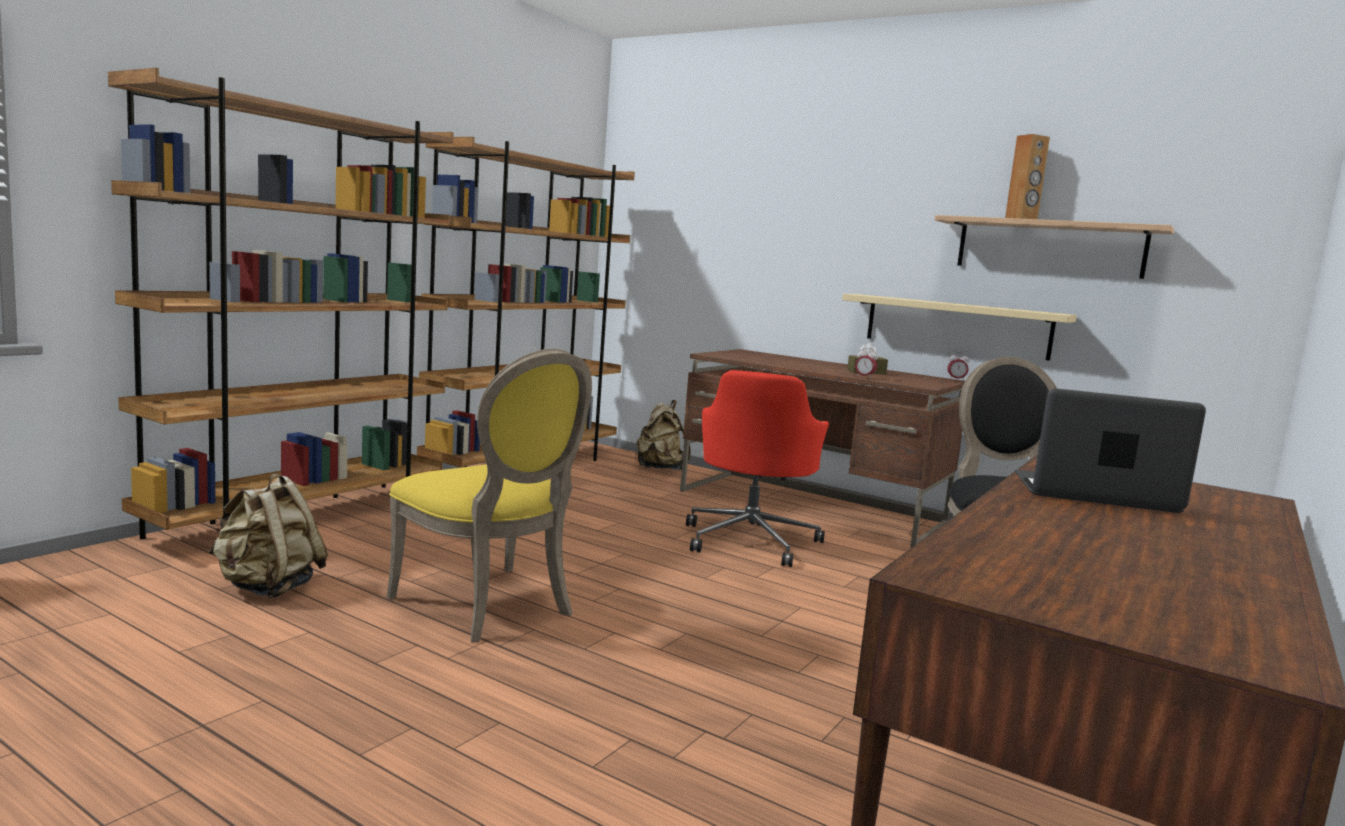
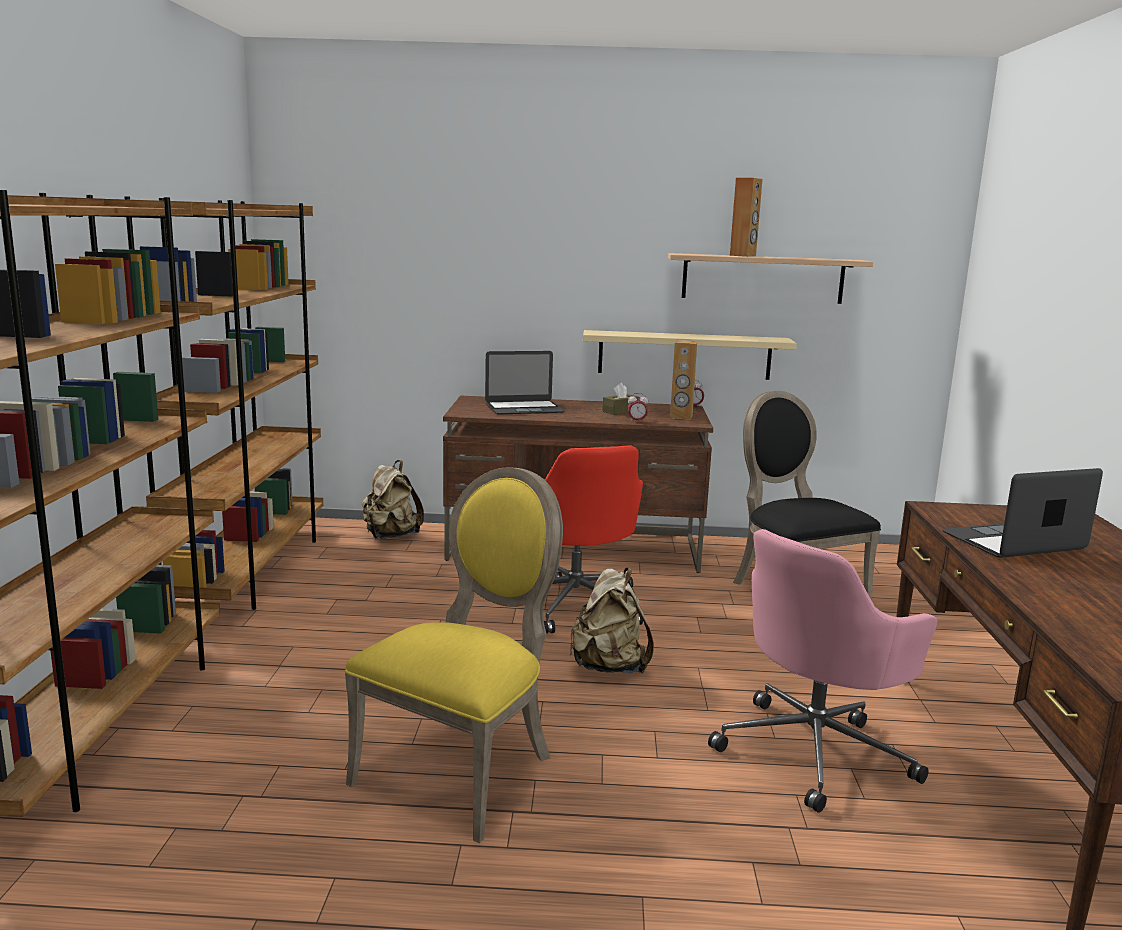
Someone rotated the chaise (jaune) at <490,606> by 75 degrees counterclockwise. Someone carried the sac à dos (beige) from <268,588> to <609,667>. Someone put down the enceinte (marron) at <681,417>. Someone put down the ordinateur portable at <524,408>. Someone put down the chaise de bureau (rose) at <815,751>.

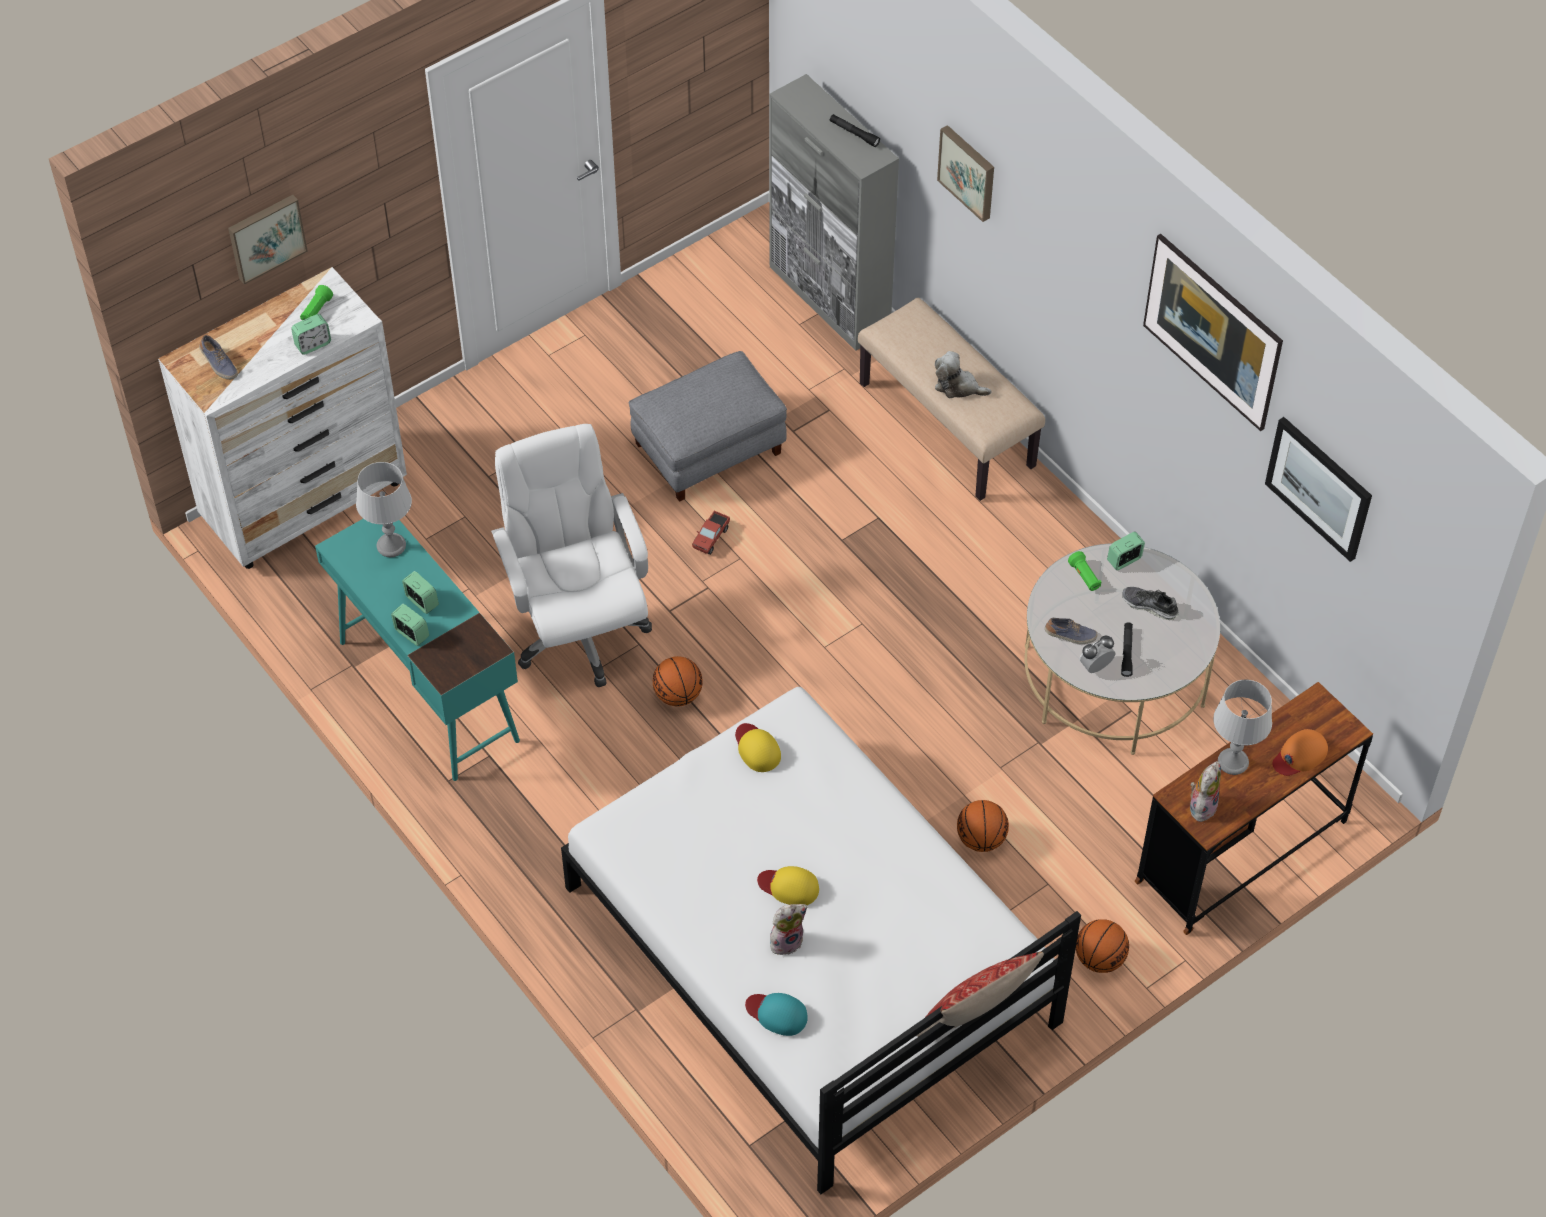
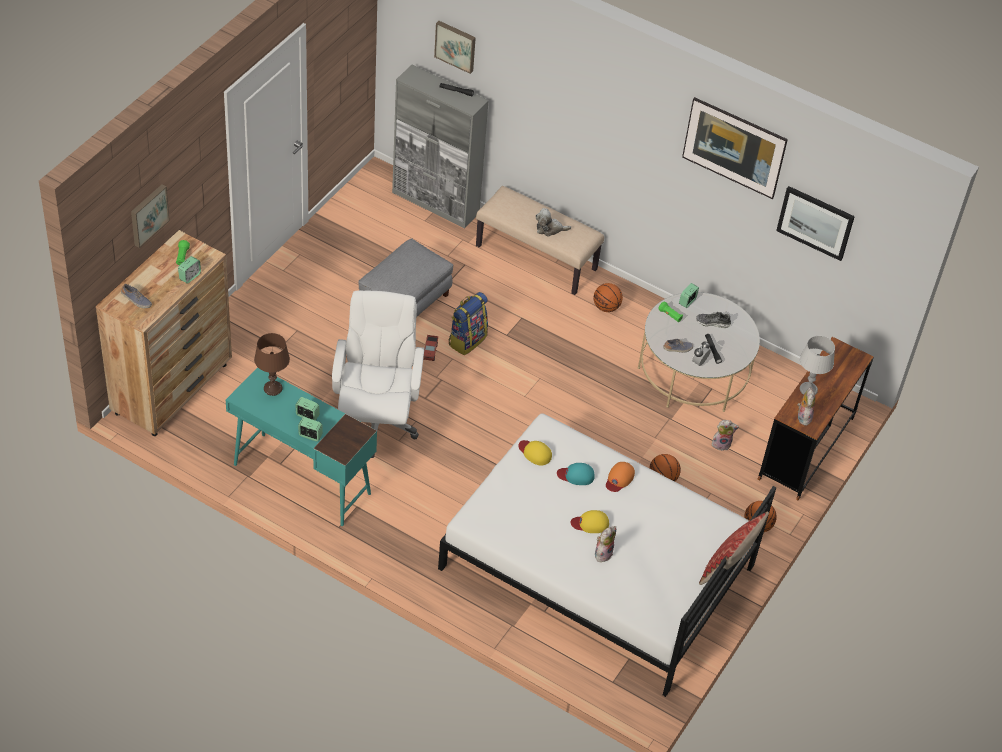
Someone carried the tableau from <968,171> to <456,45>. Someone repainted the commode (blanc) at <306,501>, which became the commode (marron) at <173,388>. Someone rotated the chaise de bureau (blanc) at <578,629> by 45 degrees clockwise. Someone repainted the lampe de table (gris) at <391,546>, which became the lampe de table (marron) at <273,389>. Someone carried the ballon de basket from <678,695> to <606,307>. Someone carried the casquette (orange) from <1299,755> to <619,478>. Someone carried the casquette (turquoise) from <777,1014> to <576,475>. Someone put down the sac à dos at <467,340>. Someone put down the peluche at <721,444>.

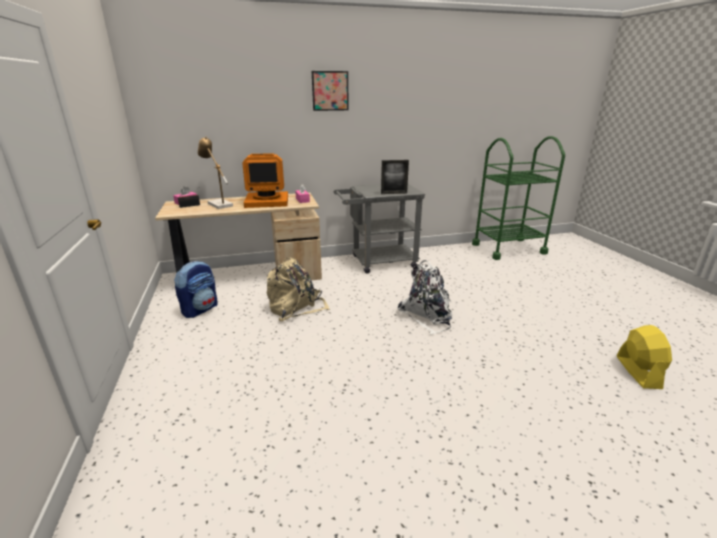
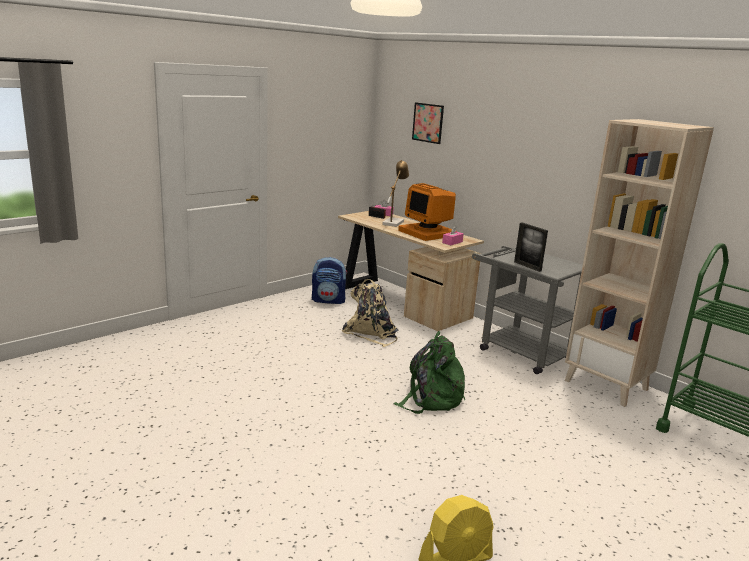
Someone carried the tableau from <330,91> to <428,123>. Someone repainted the sac à dos (blanc) at <427,316>, which became the sac à dos (vert) at <431,398>. Someone put down the bibliothèque (beige) at <607,385>.

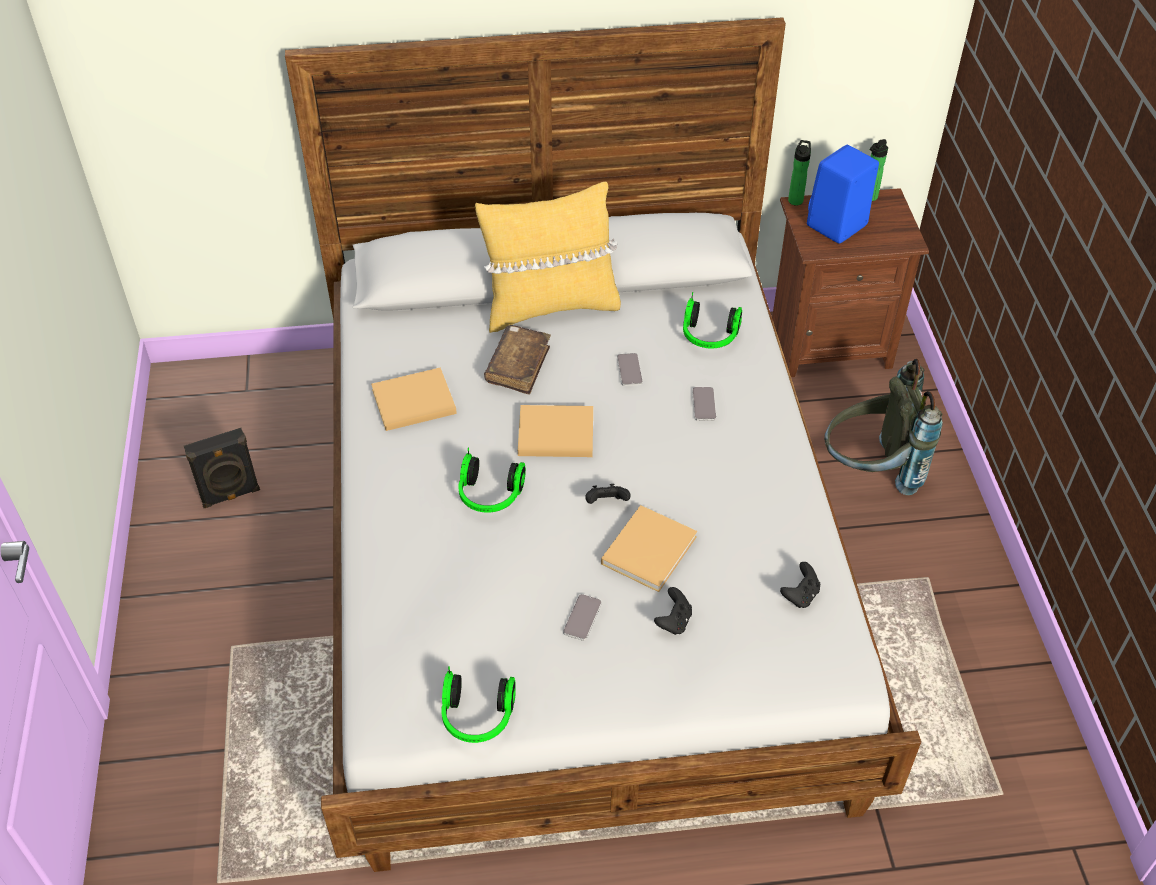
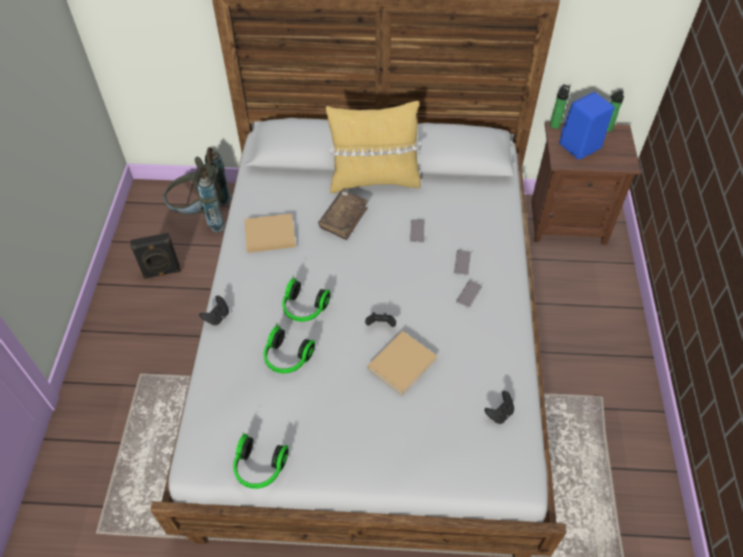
Someone carried the casque audio from <709,337> to <287,358>. Someone carried the sac à dos (gris) from <870,472> to <202,216>. Someone took away the livre (beige) at <553,433>. Someone carried the manette (noir) from <673,621> to <217,317>. Someone carried the téléphone from <582,618> to <469,294>.

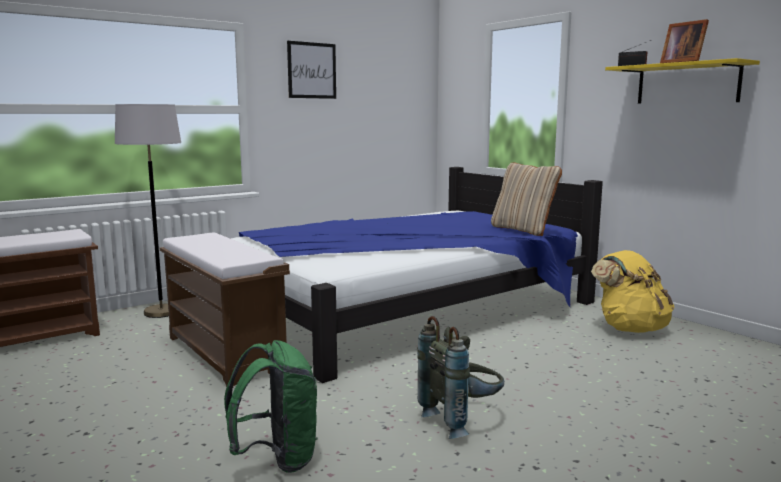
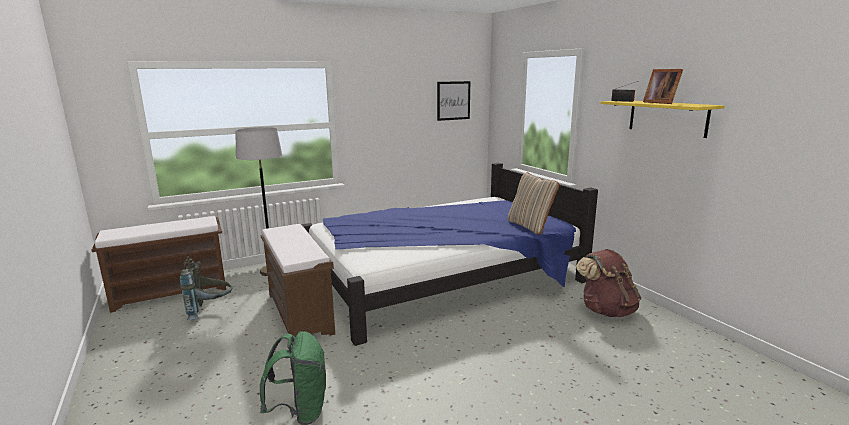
Someone carried the tableau from <312,70> to <453,100>. Someone repainted the sac à dos (jaune) at <630,328>, which became the sac à dos (marron) at <606,310>. Someone carried the sac à dos (gris) from <462,420> to <210,311>.

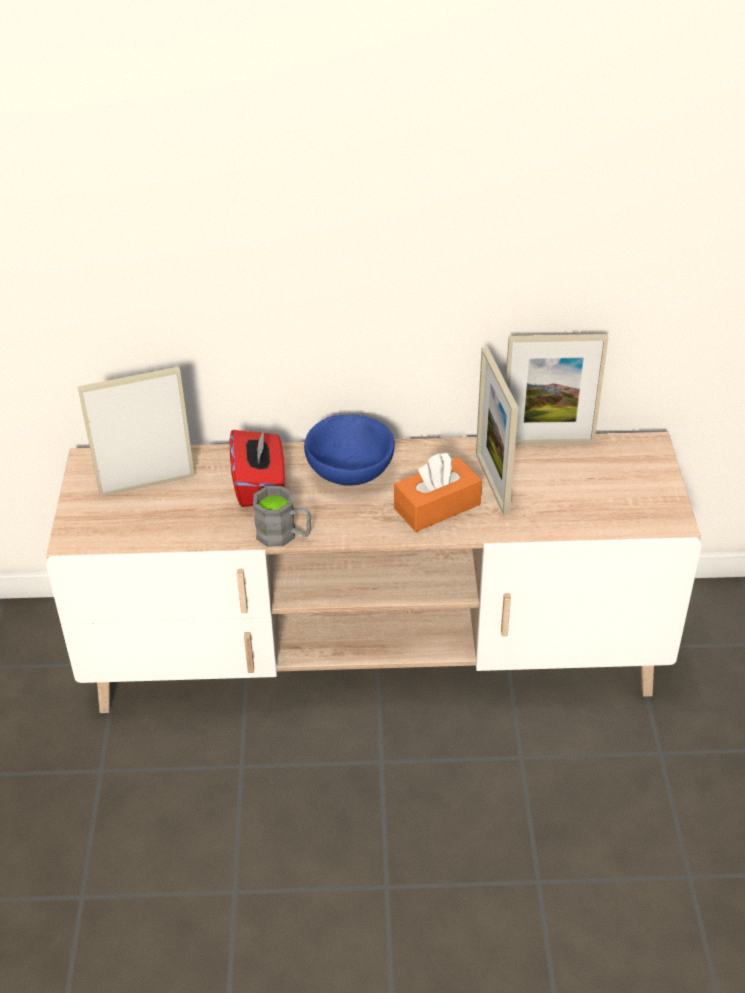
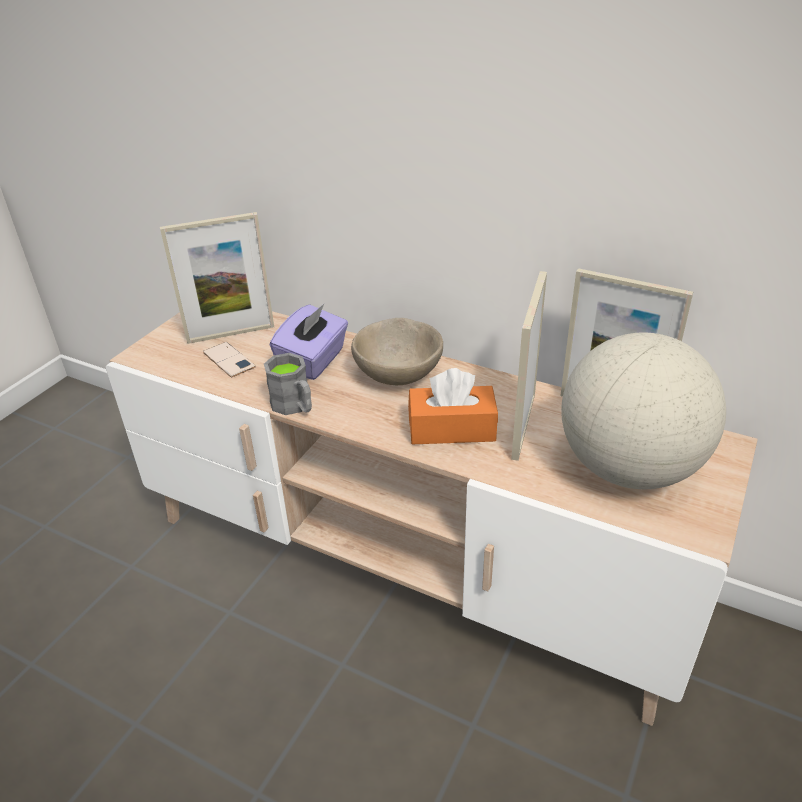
Someone rotated the cadre photo at <147,484> by 150 degrees clockwise. Someone repainted the bol (bleu) at <350,472>, which became the bol (beige) at <399,375>. Someone repainted the boîte à mouchoirs (rouge) at <259,485>, which became the boîte à mouchoirs (violet) at <314,361>. Someone put down the globe at <629,468>. Someone put down the téléphone at <229,360>.

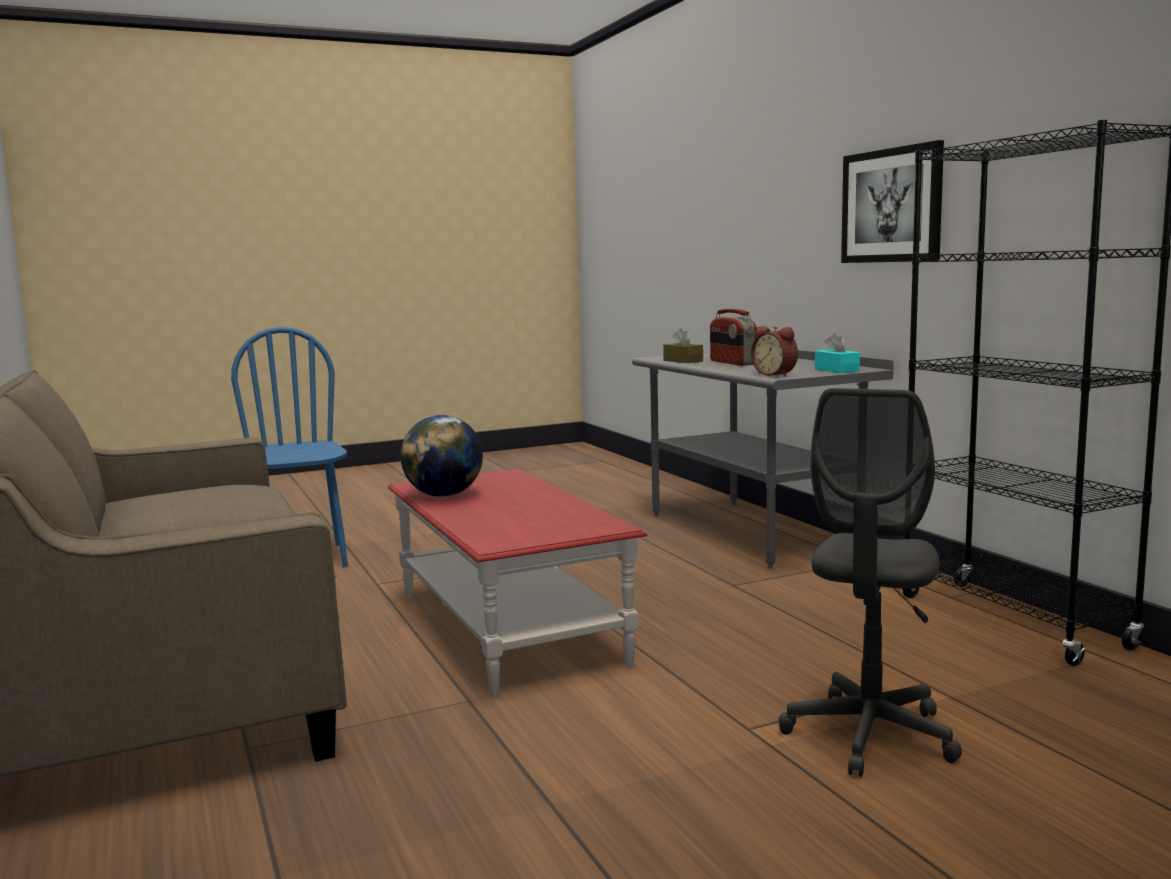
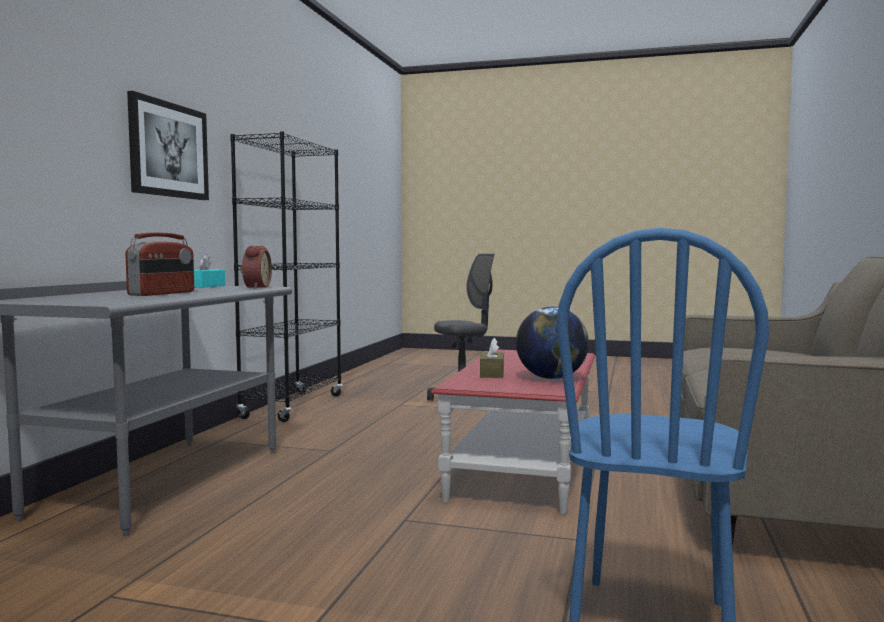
Someone carried the boîte à mouchoirs (marron) from <683,361> to <492,373>.

